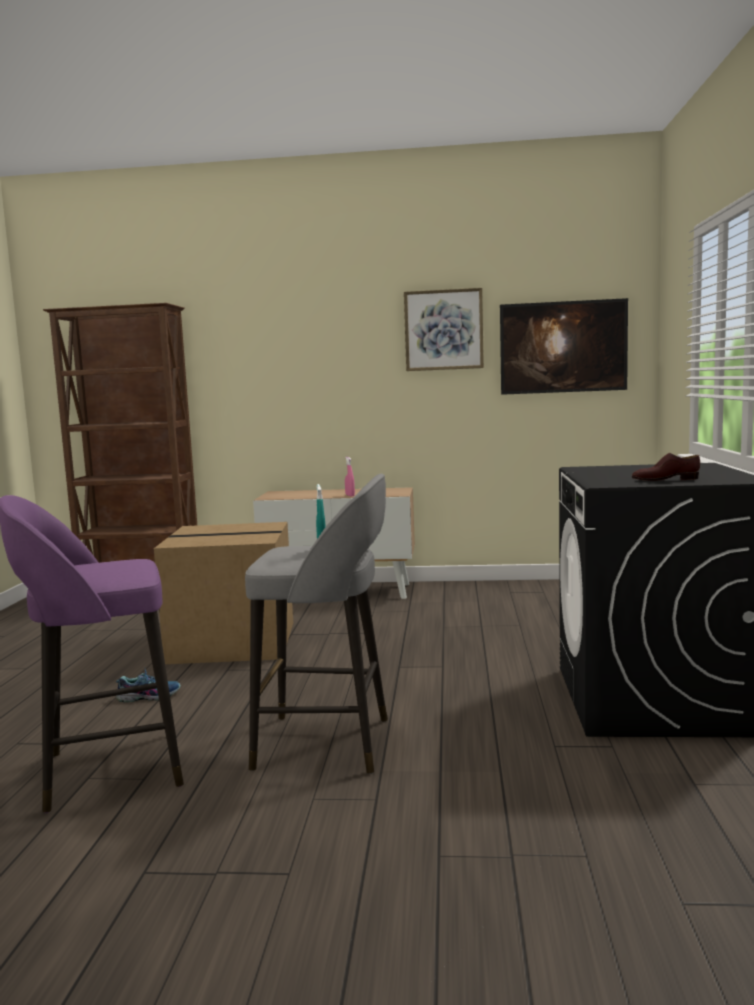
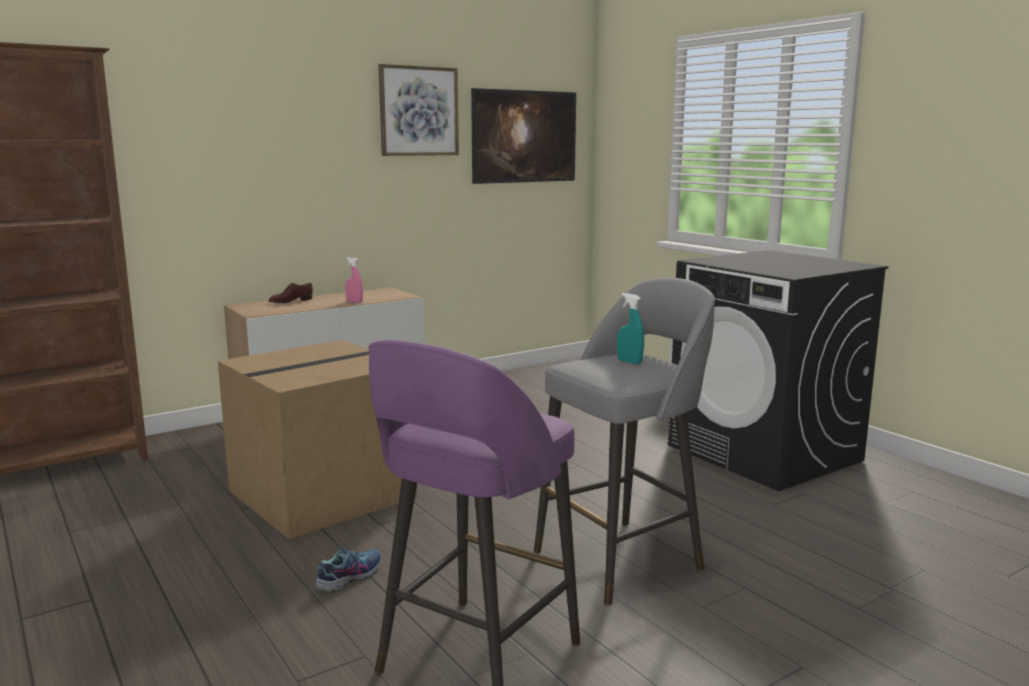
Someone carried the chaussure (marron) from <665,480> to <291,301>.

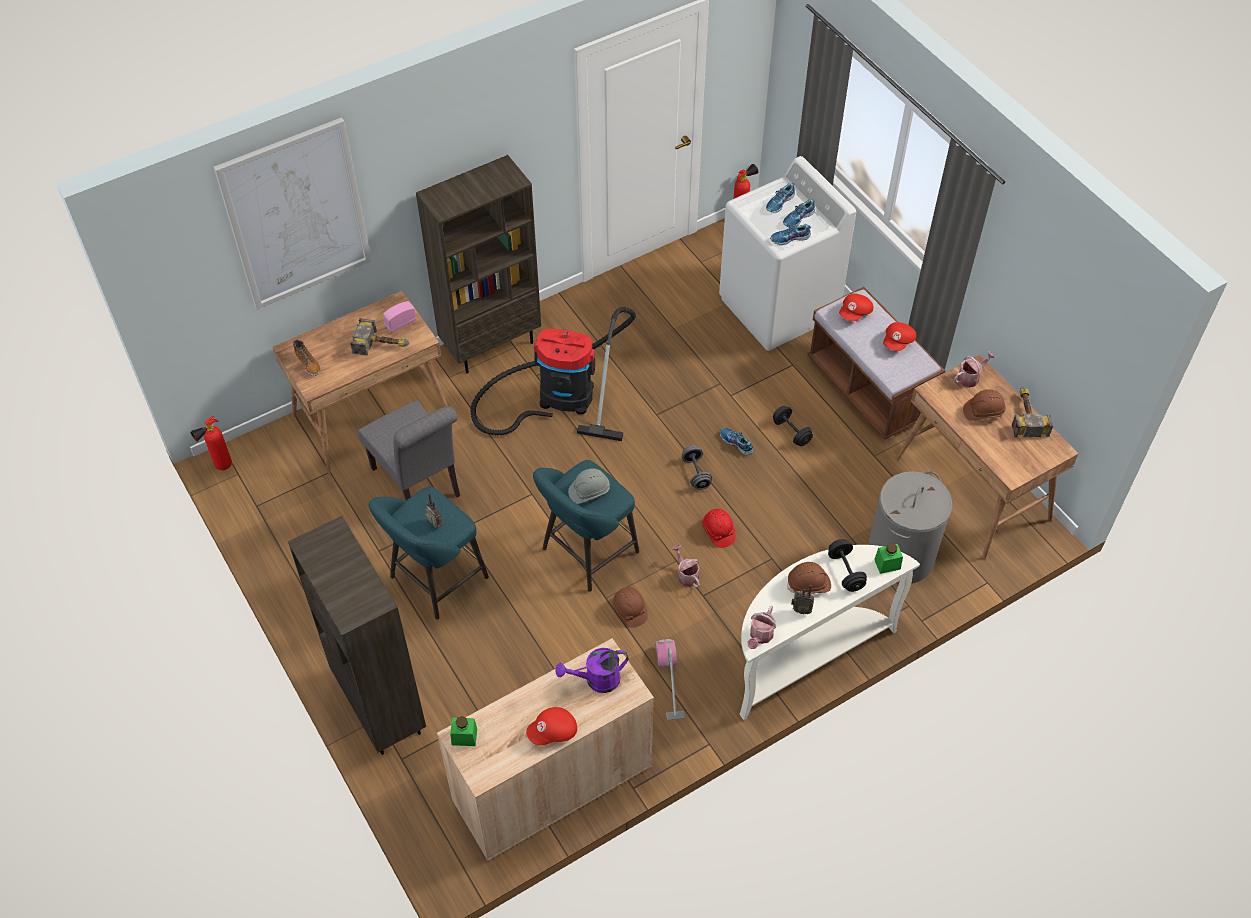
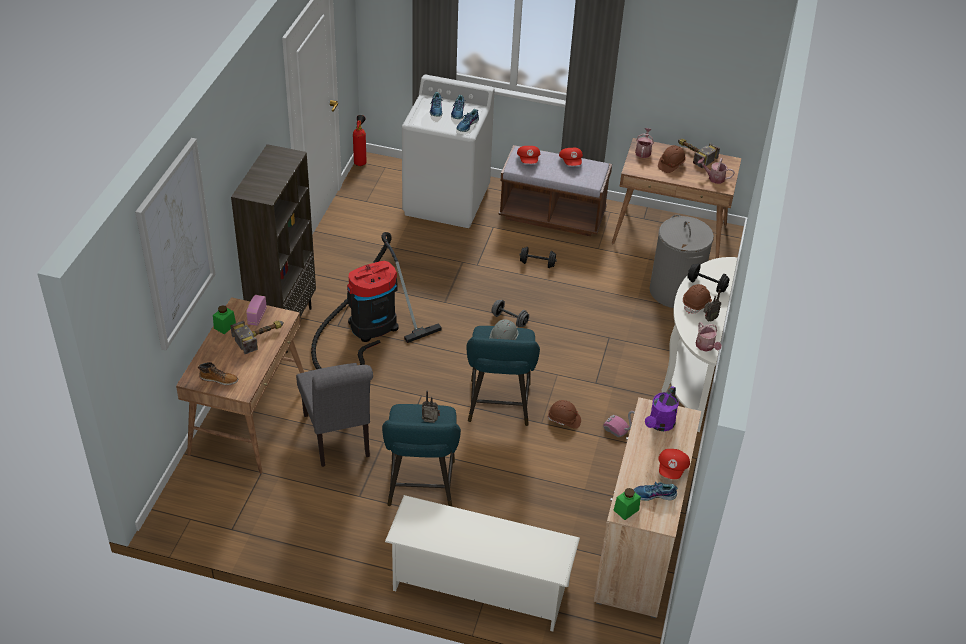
Someone rotated the chaise (gris) at <419,485> by 60 degrees clockwise. Someone took away the extincteur at <220,467>. Someone carried the chaussure from <736,443> to <654,495>. Someone took away the casque de chantier (rouge) at <718,532>. Someone swapped the bibliothèque (marron) at <379,709> for the étagère à chaussures (blanc) at <479,587>. Someone carried the bocal (vert) from <887,564> to <225,326>. Someone carried the arrosoir from <686,575> to <714,178>.

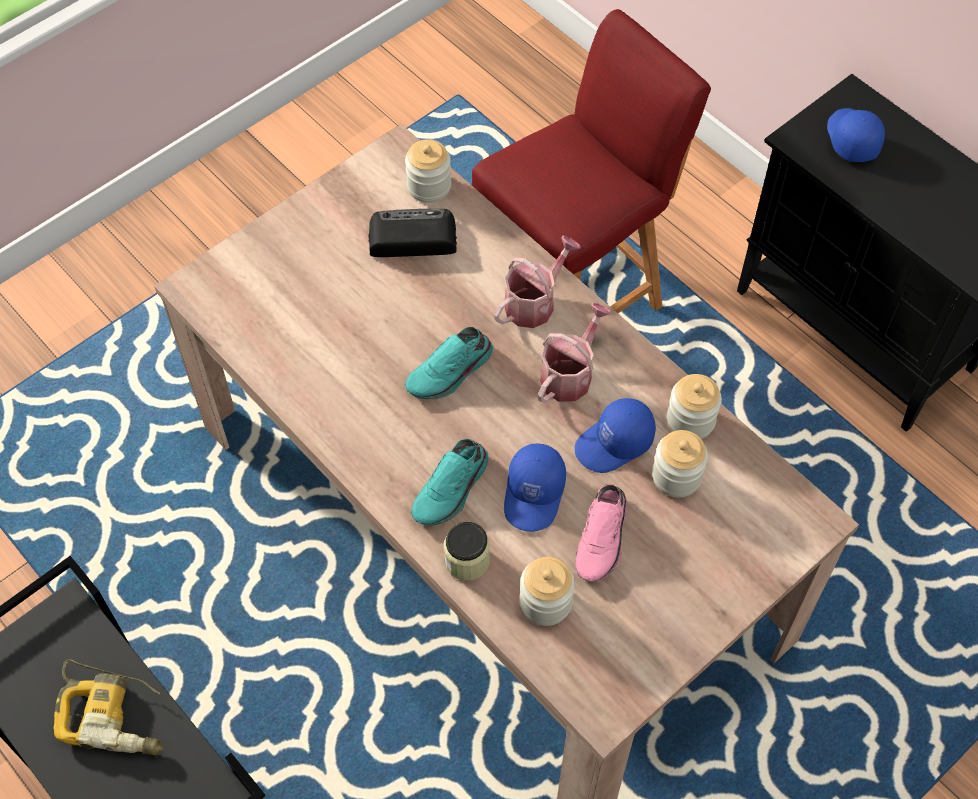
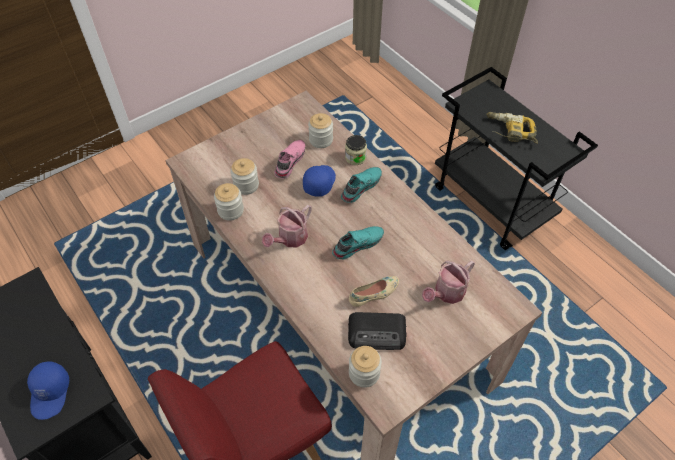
Someone carried the arrosoir from <534,302> to <446,293>. Someone took away the casquette (bleu) at <615,444>. Someone put down the chaussure (beige) at <374,293>.

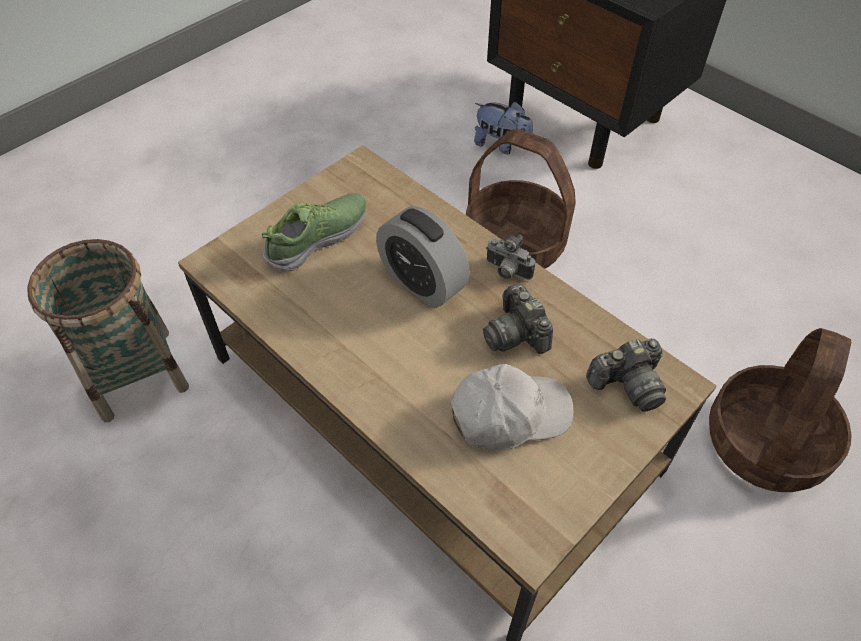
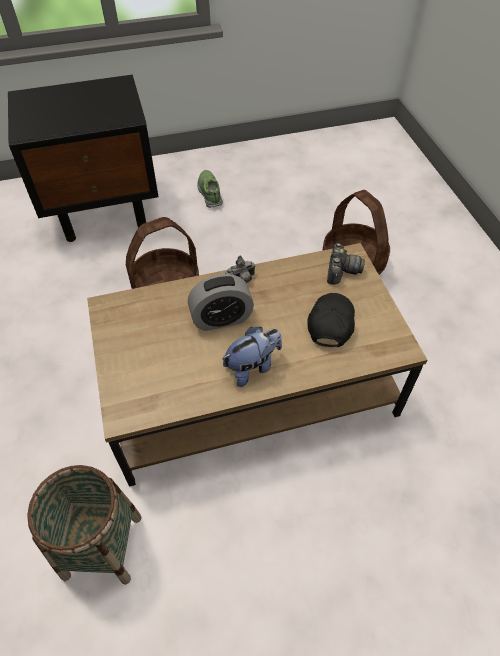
Someone carried the peluche from <501,145> to <252,367>. Someone carried the chaussure from <318,238> to <210,193>. Someone took away the appareil photo at <516,333>. Someone repainted the casquette (blanc) at <509,414>, which became the casquette (noir) at <330,323>.

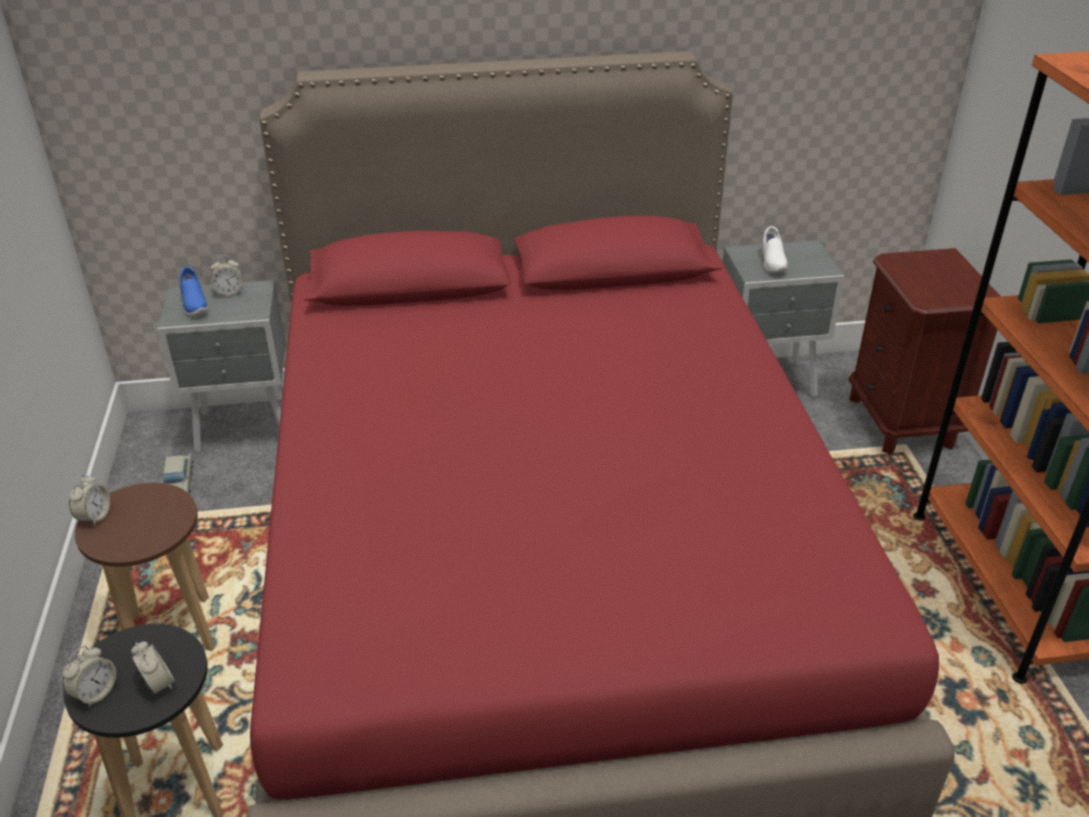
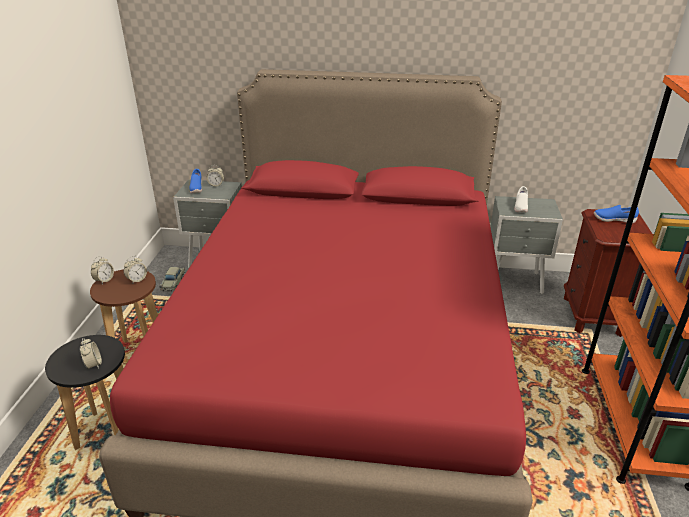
Someone carried the réveil from <95,693> to <137,279>. Someone put down the chaussure (bleu) at <613,220>.

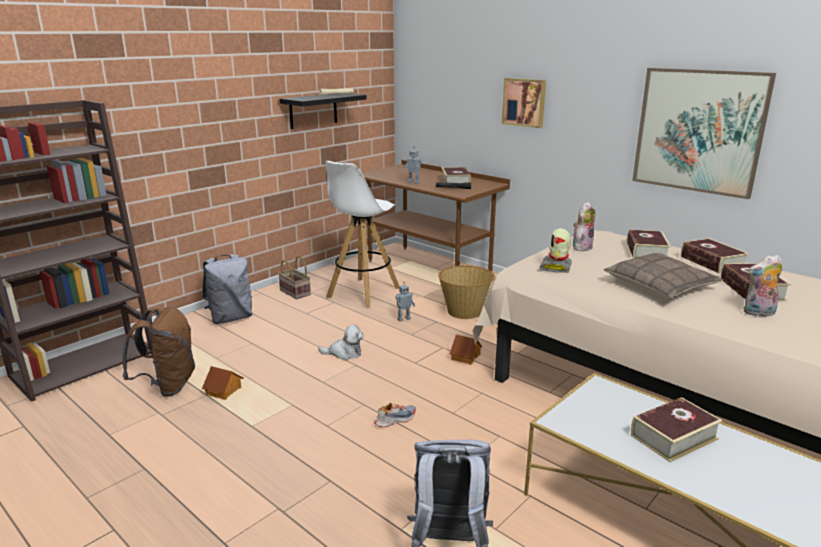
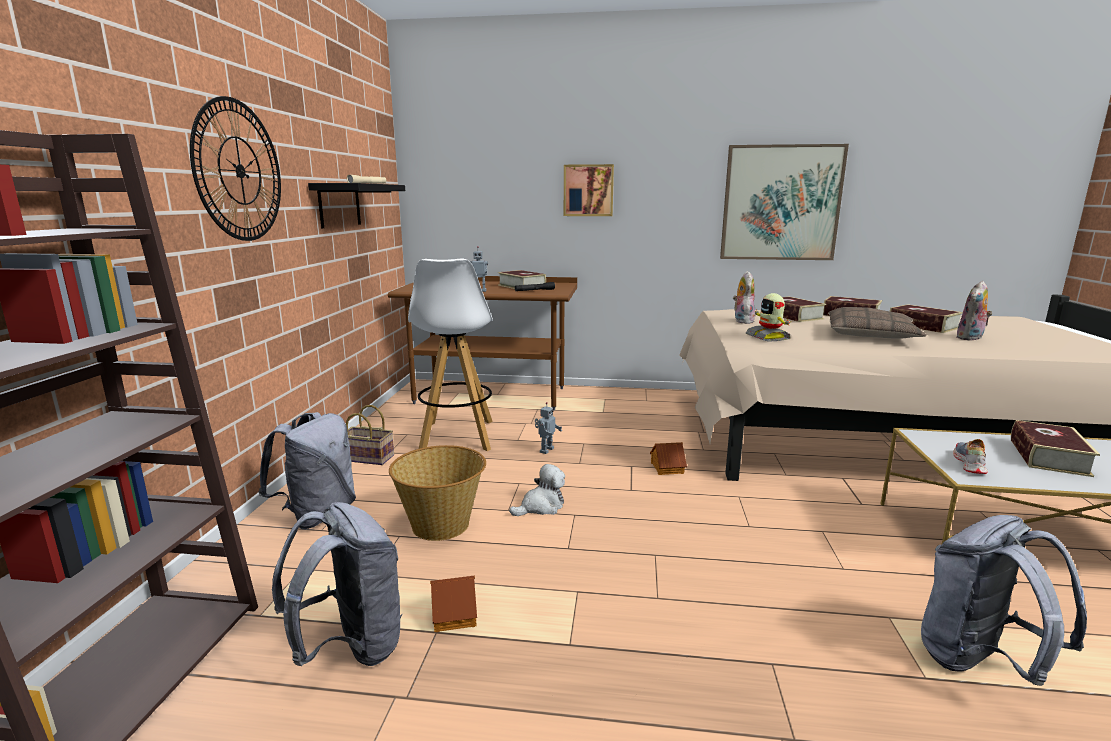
Someone carried the panier from <465,311> to <441,524>. Someone repainted the sac à dos (marron) at <168,386>, which became the sac à dos (gris) at <351,647>. Someone carried the chaussure from <395,419> to <969,464>. Someone put up the horloge murale at <239,171>.

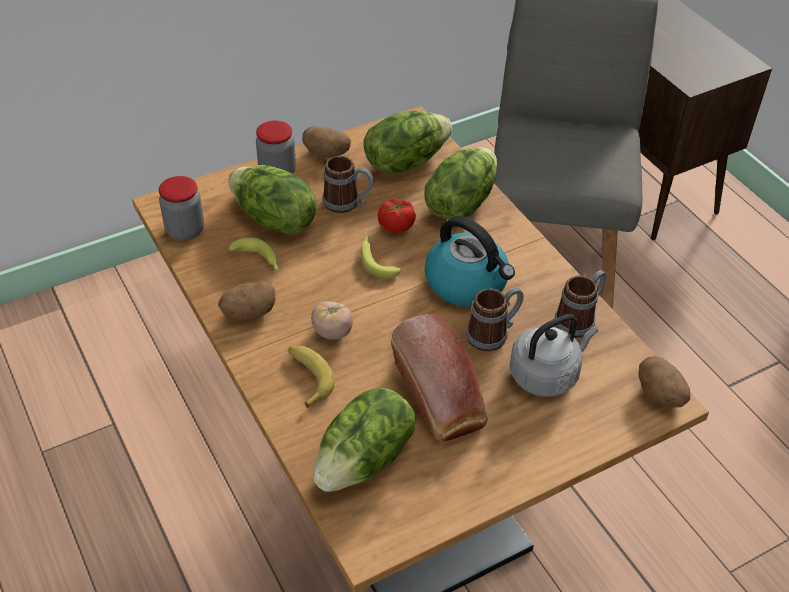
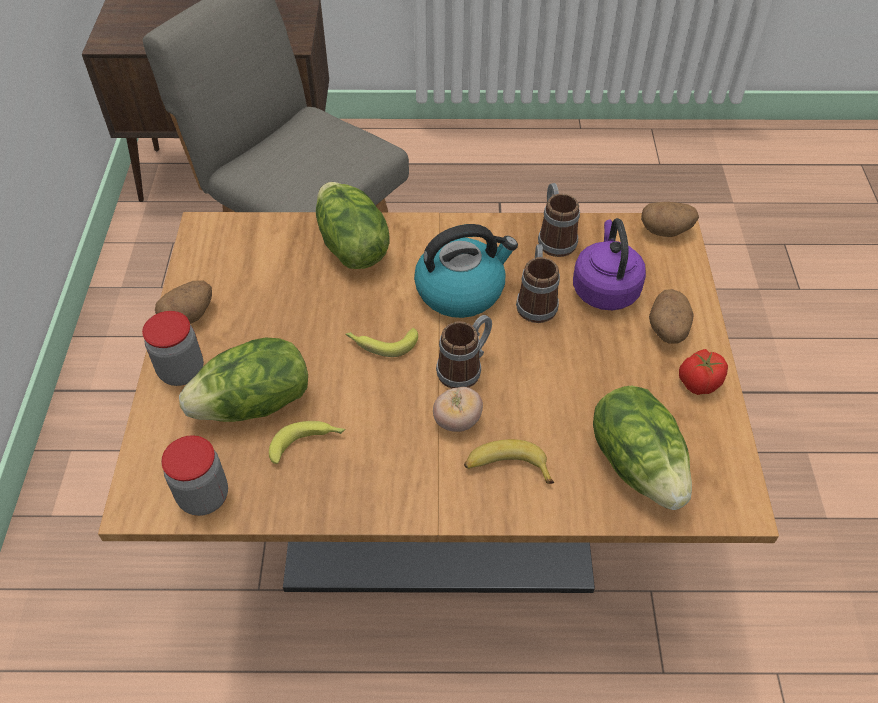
Someone took away the laitue at <405,161>. Someone carried the mug from <348,203> to <465,367>. Someone carried the tomate from <396,226> to <698,383>. Someone carried the pomme de terre from <248,313> to <667,330>. Someone took away the pain at <440,397>. Someone repainted the bouilloire (gris) at <546,374>, which became the bouilloire (violet) at <605,288>.

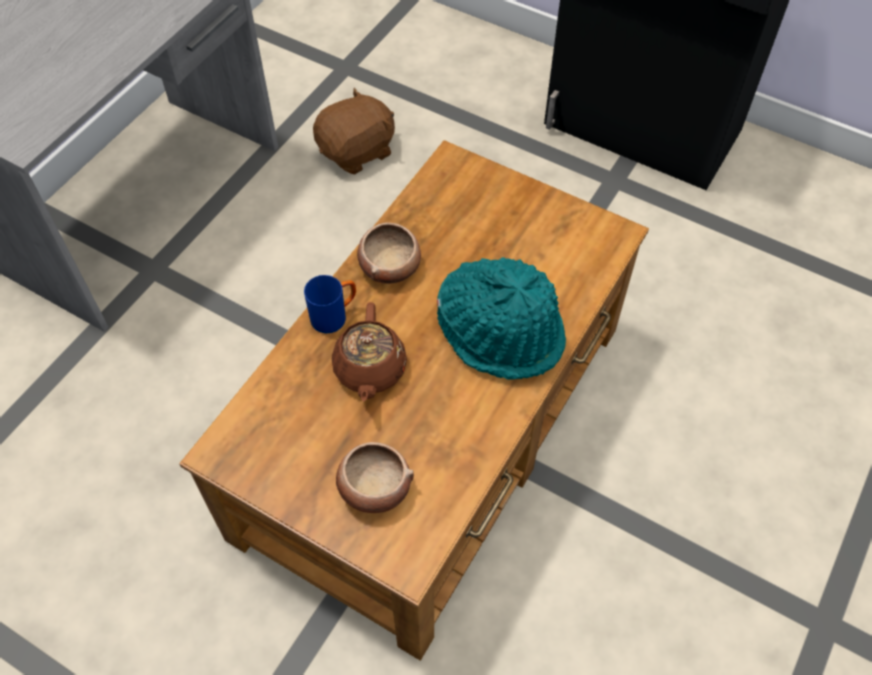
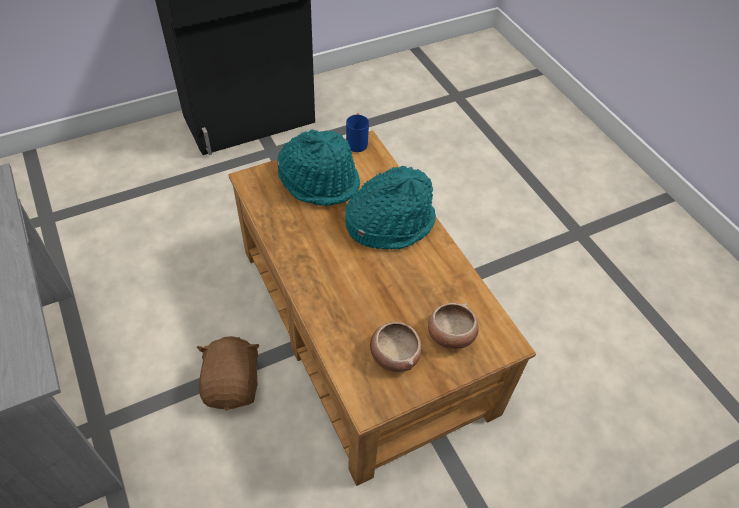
Someone carried the peluche (marron) from <357,152> to <233,384>. Someone carried the bol from <390,266> to <394,354>. Someone carried the mug (bleu) from <334,315> to <356,142>. Someone took away the théière (marron) at <369,370>. Someone put down the chapeau (turquoise) at <320,181>.

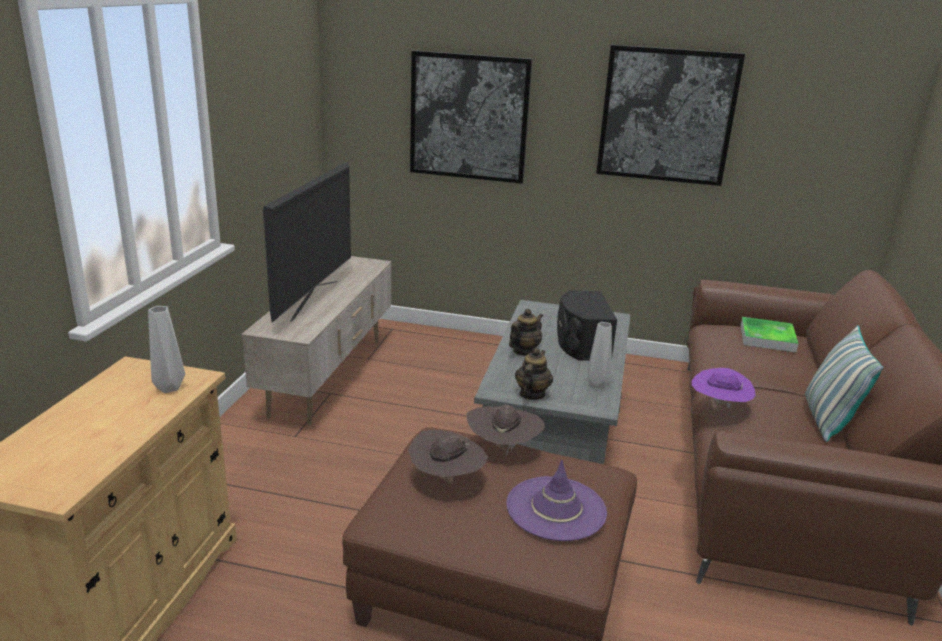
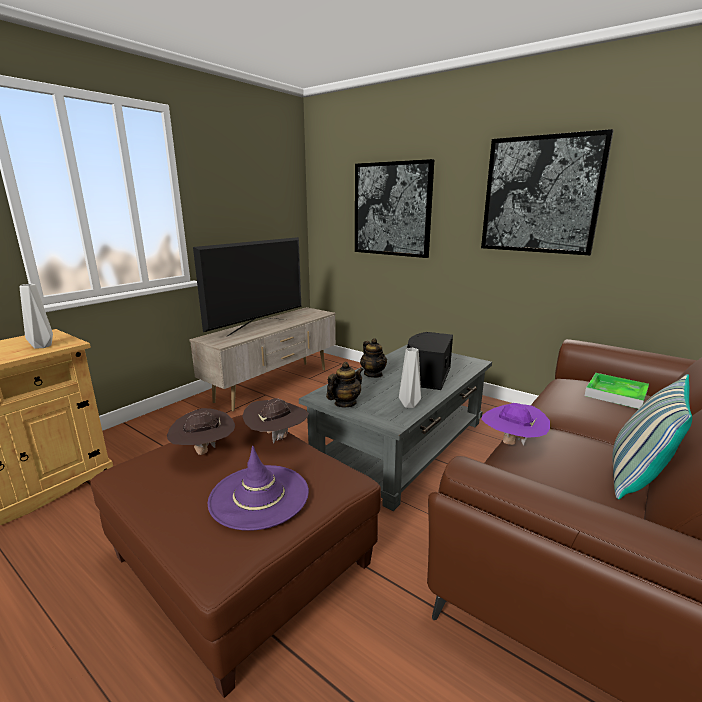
Someone rotated the théière at <524,351> by 90 degrees clockwise.

